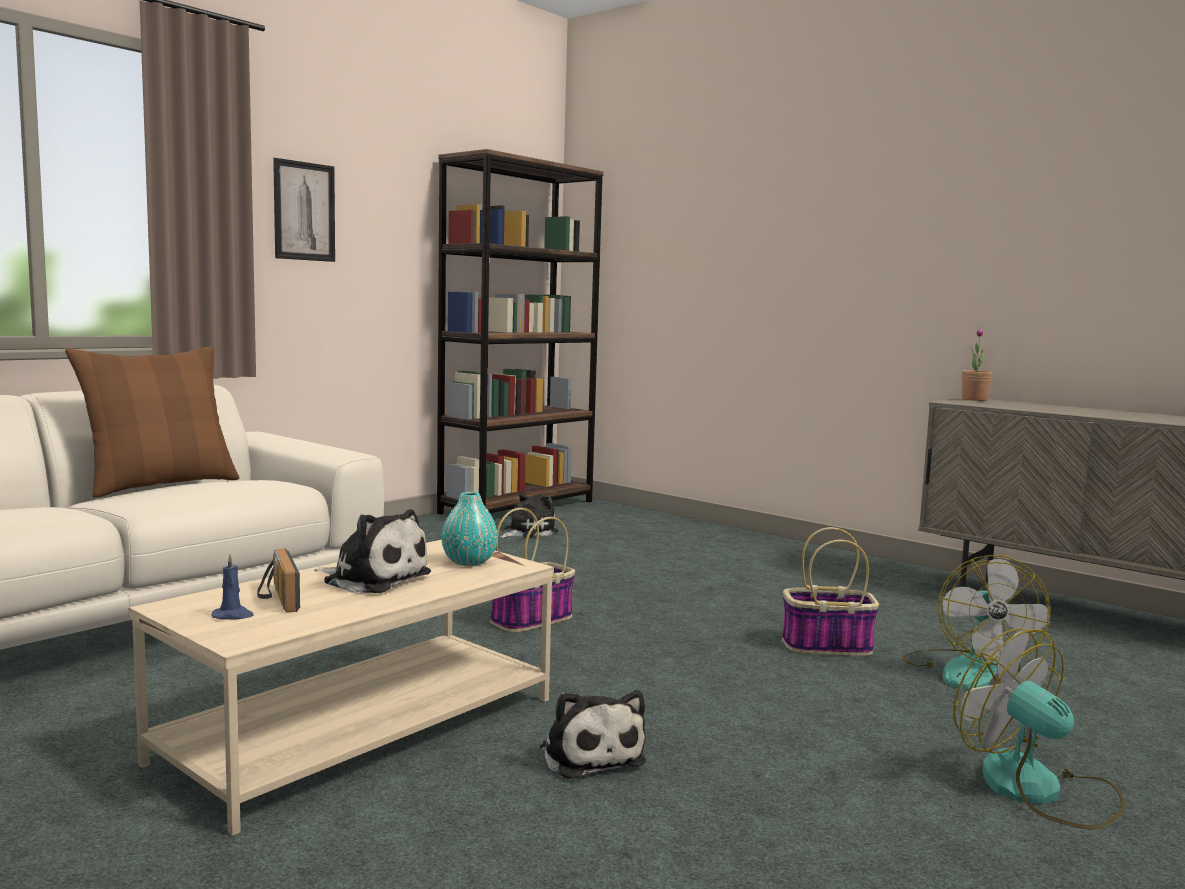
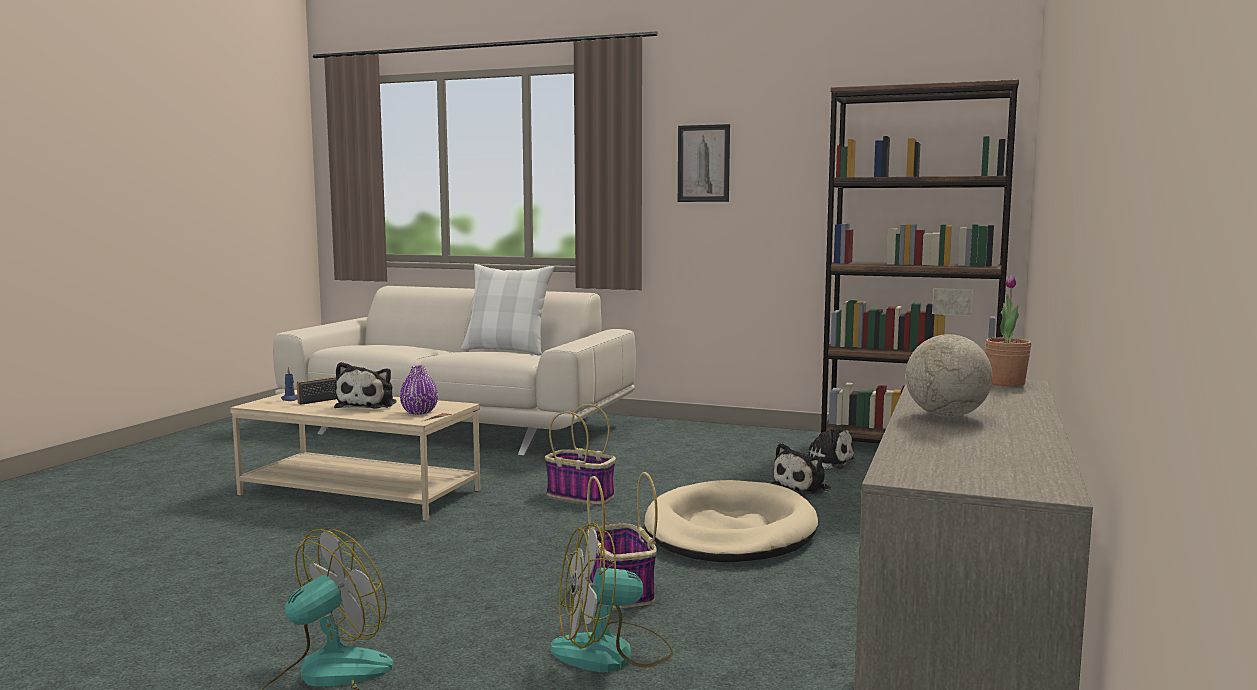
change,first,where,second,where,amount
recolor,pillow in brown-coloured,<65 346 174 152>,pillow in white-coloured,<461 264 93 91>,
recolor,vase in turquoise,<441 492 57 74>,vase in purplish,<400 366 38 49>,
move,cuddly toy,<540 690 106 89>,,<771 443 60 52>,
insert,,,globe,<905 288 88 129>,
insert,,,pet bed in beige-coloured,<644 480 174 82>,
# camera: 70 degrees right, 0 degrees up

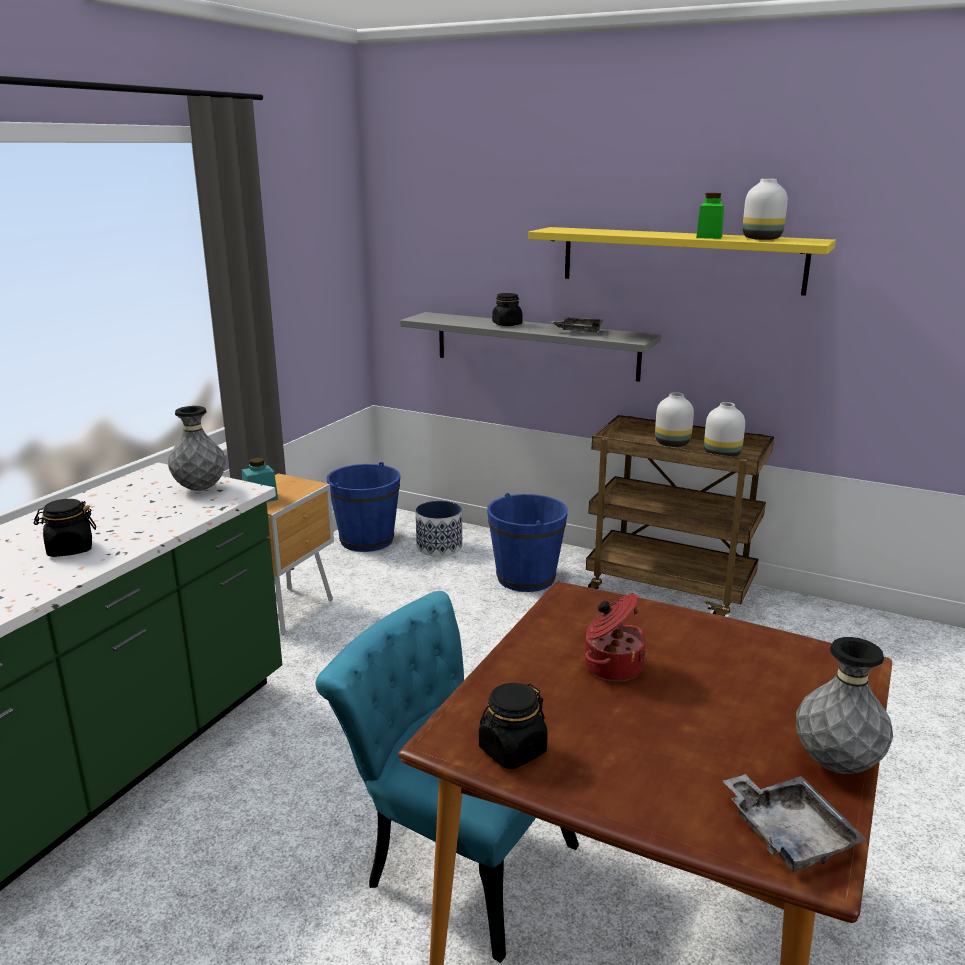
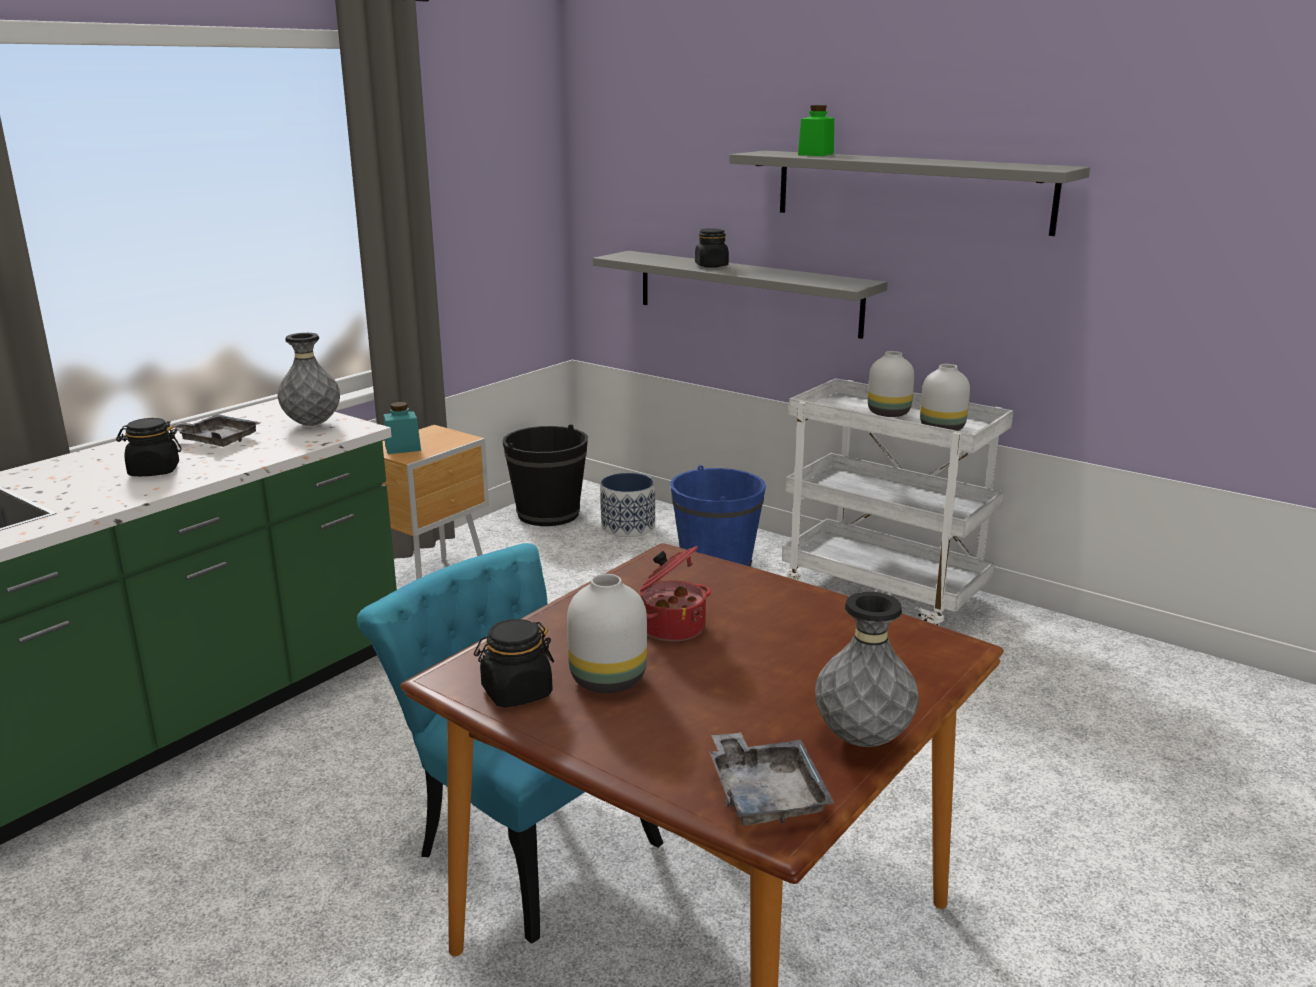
change,first,where,second,where,amount
move,vase in white-coloured,<743 179 45 61>,,<567 574 80 119>,
move,storage jar in green-coloured,<696 193 28 46>,,<798 105 36 51>,
recolor,wall shelf in yellow,<528 227 308 69>,wall shelf in gray,<729 151 361 85>,
move,serving tray in gray,<550 317 54 16>,,<172 414 88 33>,
recolor,cart in brown-coloured,<586 415 188 201>,cart in white-coloured,<782 378 231 247>,
recolor,pail in bluish,<326 462 75 90>,pail in black,<503 424 85 102>,
# camera: 10 degrees right, 0 degrees up

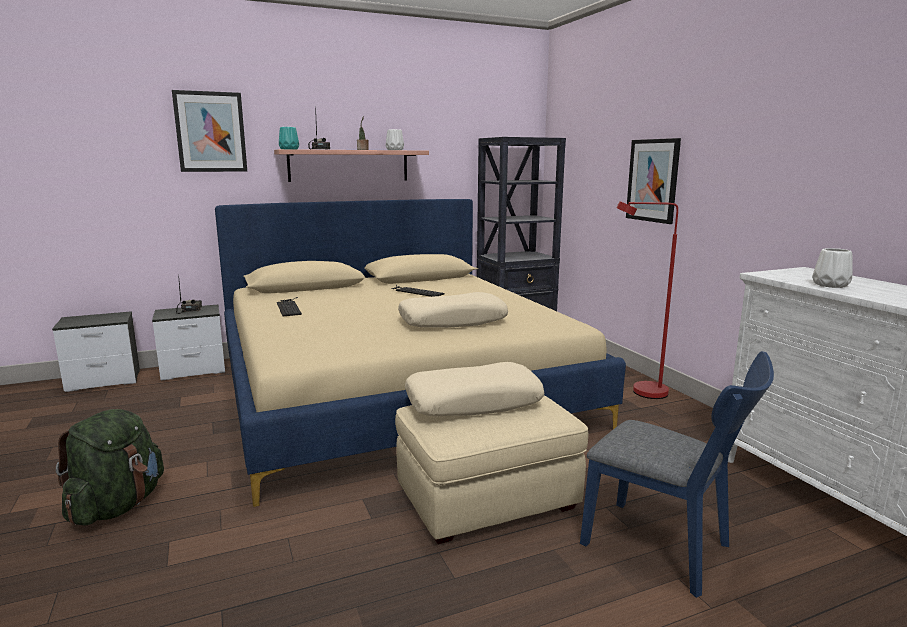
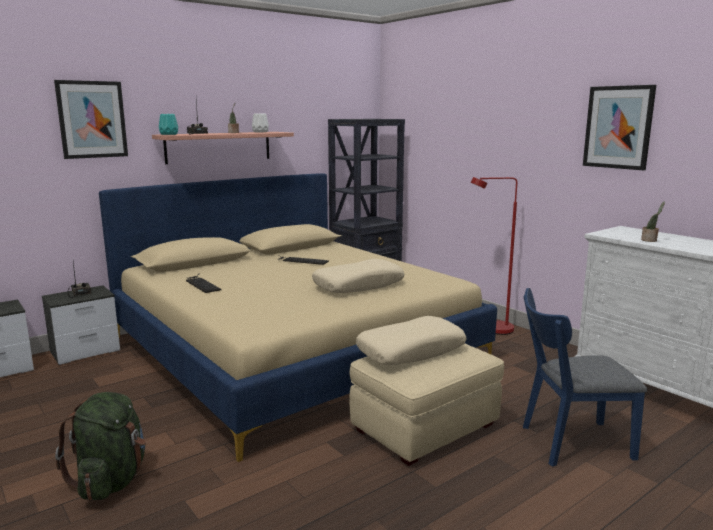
change,first,where,second,where,amount
move,picture,<626 138 55 86>,,<583 85 73 85>,
replace,vase in white-coloured,<812 248 41 40>,houseplant,<641 202 24 40>,
rotate,chair in bluish,<580 351 194 247>,,<523 288 124 179>,150 degrees clockwise
# camera: 15 degrees left, 0 degrees up

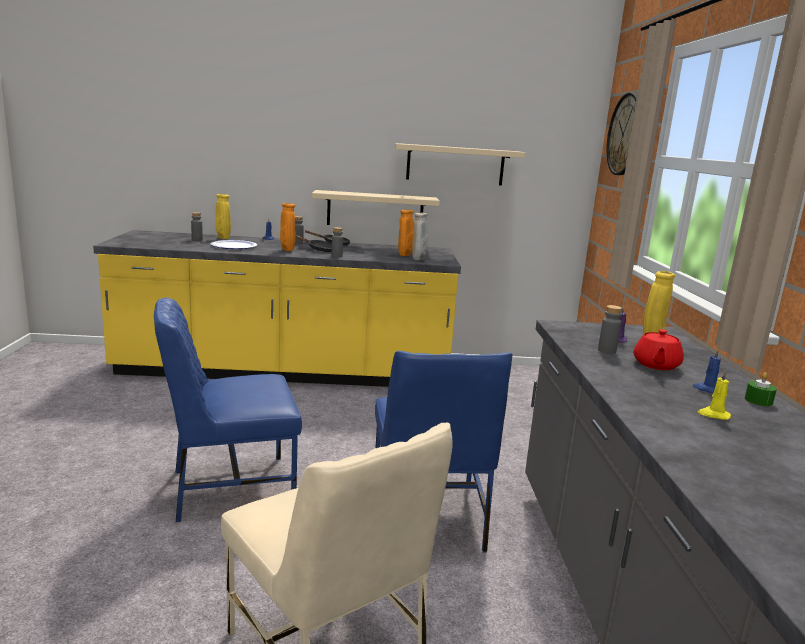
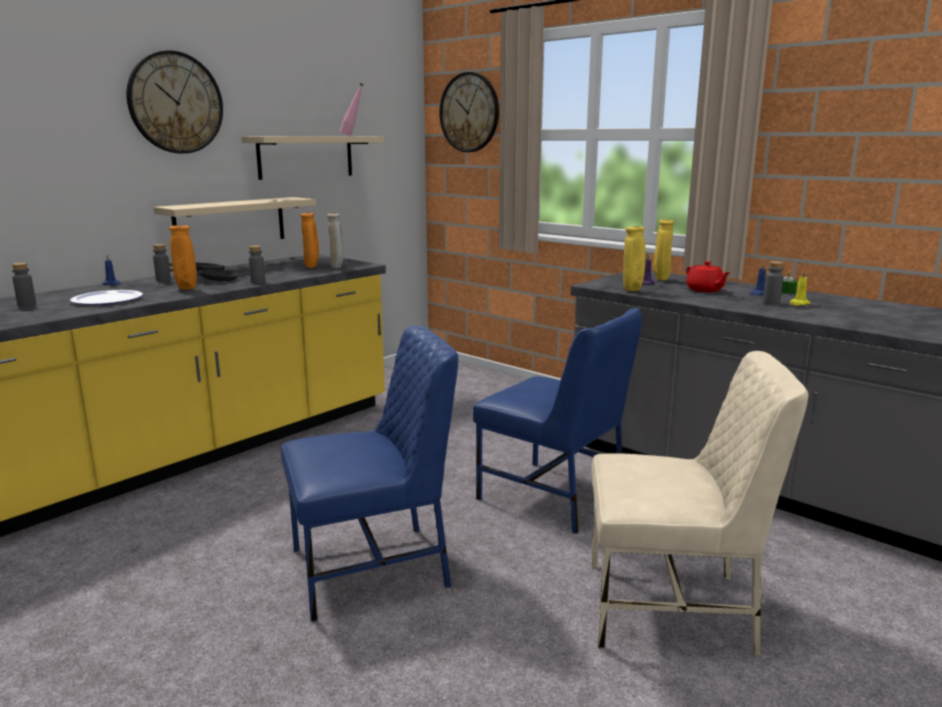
change,first,where,second,where,amount
move,vase in yellow,<216 194 15 45>,,<623 226 23 65>,
rotate,chair in bluish,<154 298 148 224>,,<281 325 177 297>,135 degrees counterclockwise
move,bottle in gray,<598 305 24 49>,,<763 261 21 44>,
insert,,,wall clock,<127 50 96 104>,
insert,,,bottle in pink,<340 83 24 53>,
# camera: 45 degrees left, 0 degrees up

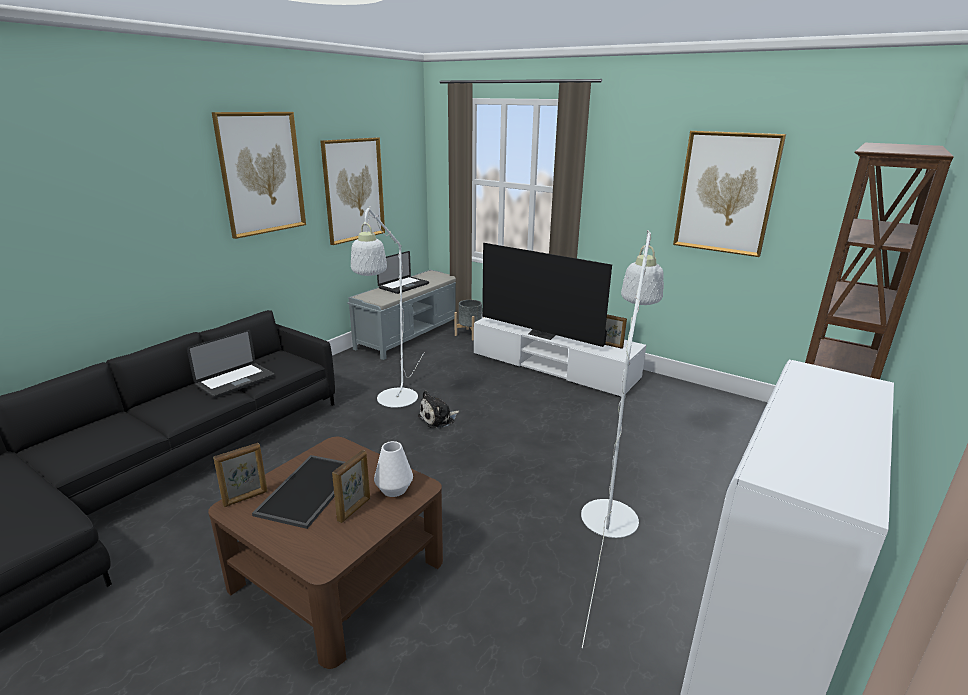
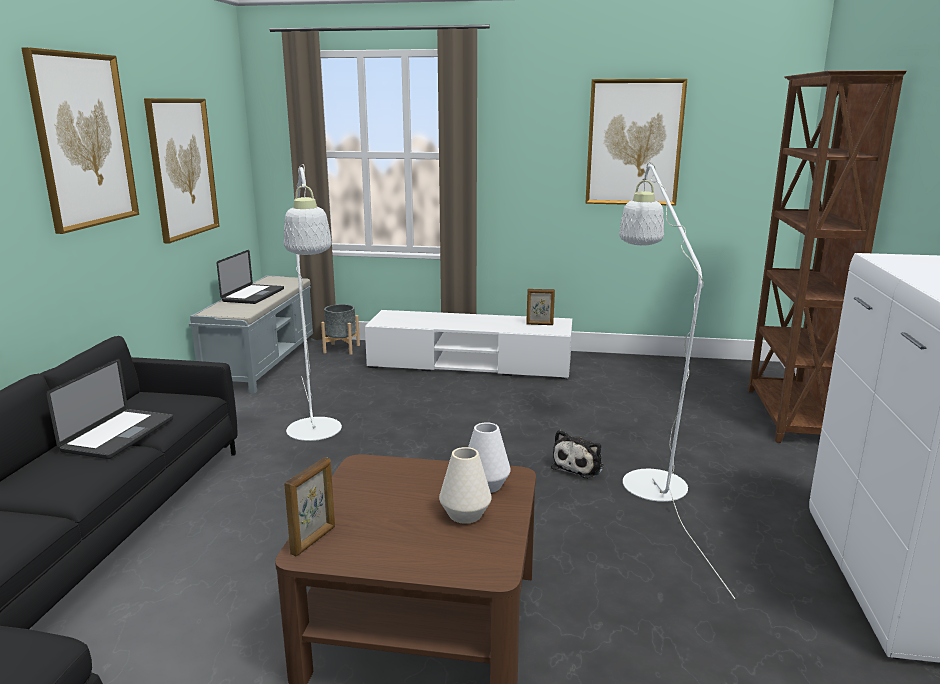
change,first,where,second,where,amount
delete,TV,<482 243 130 104>,,,
move,cuddly toy,<418 390 42 39>,,<551 430 53 48>,
replace,standing frame,<332 450 38 73>,vase in white-coloured,<439 447 53 77>,
delete,serving tray,<252 455 93 74>,,,
# camera: 25 degrees left, 5 degrees down

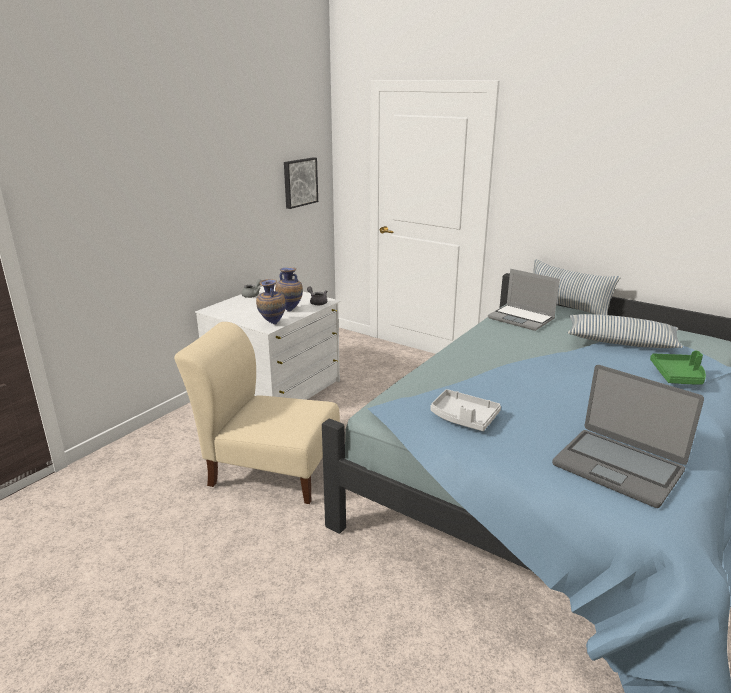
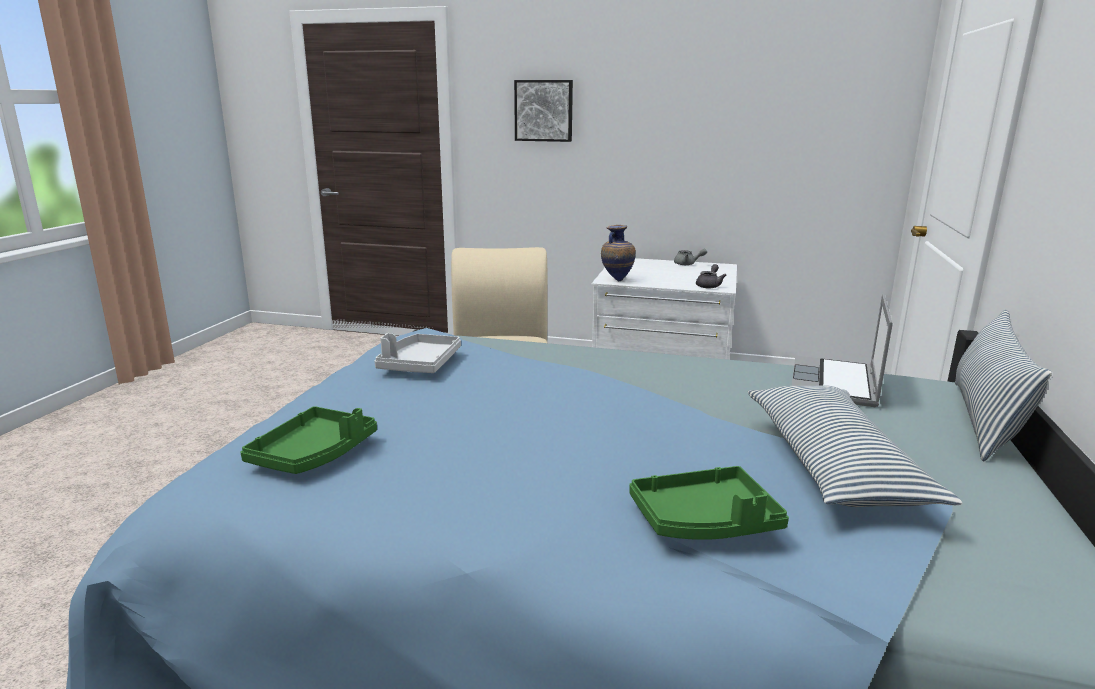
change,first,where,second,where,amount
move,picture,<284 157 34 52>,,<514 80 59 62>,
delete,vase,<275 267 28 45>,,,
replace,laptop,<552 365 152 143>,serving tray in green-coloured,<240 406 137 68>,
# camera: 70 degrees right, 5 degrees down

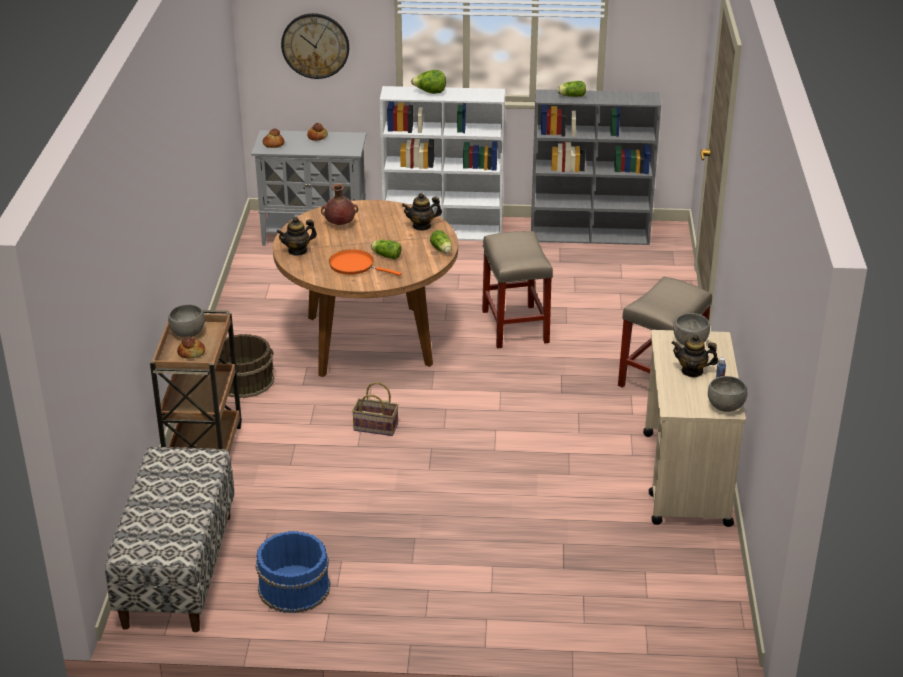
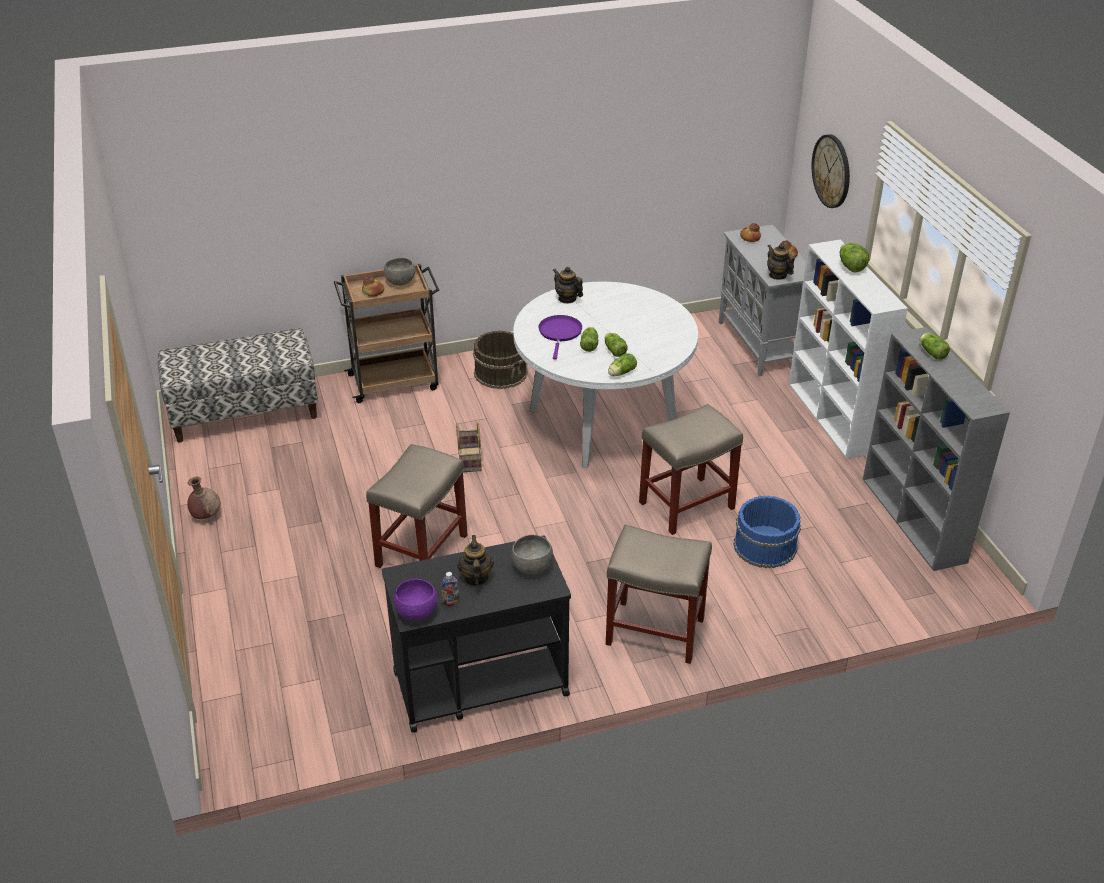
change,first,where,second,where,amount
move,vase in brown-coloured,<321 183 37 42>,,<187 477 34 42>,
move,teapot,<402 193 40 38>,,<767 244 28 36>,
recolor,kitchen table in brown-coloured,<273 200 185 177>,kitchen table in white-coloured,<513 282 185 186>,
recolor,frying pan in orange-coloured,<329 249 73 27>,frying pan in purplish,<539 315 43 44>,
recolor,cart in beige-coloured,<643 330 103 197>,cart in black,<382 536 189 197>,
recolor,serving bowl in gray,<708 376 39 36>,serving bowl in purplish,<394 579 43 41>,
move,pail in bluish,<256 531 74 82>,,<734 496 67 72>,
insert,,,lettuce head,<604 333 23 24>,
insert,,,stool in beige-coloured,<366 444 102 124>,
# camera: 70 degrees right, 5 degrees up

